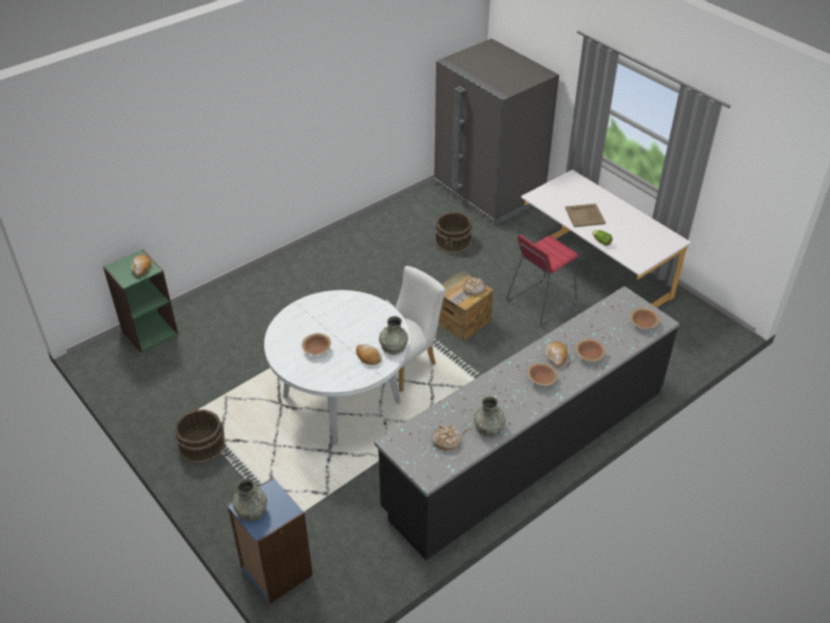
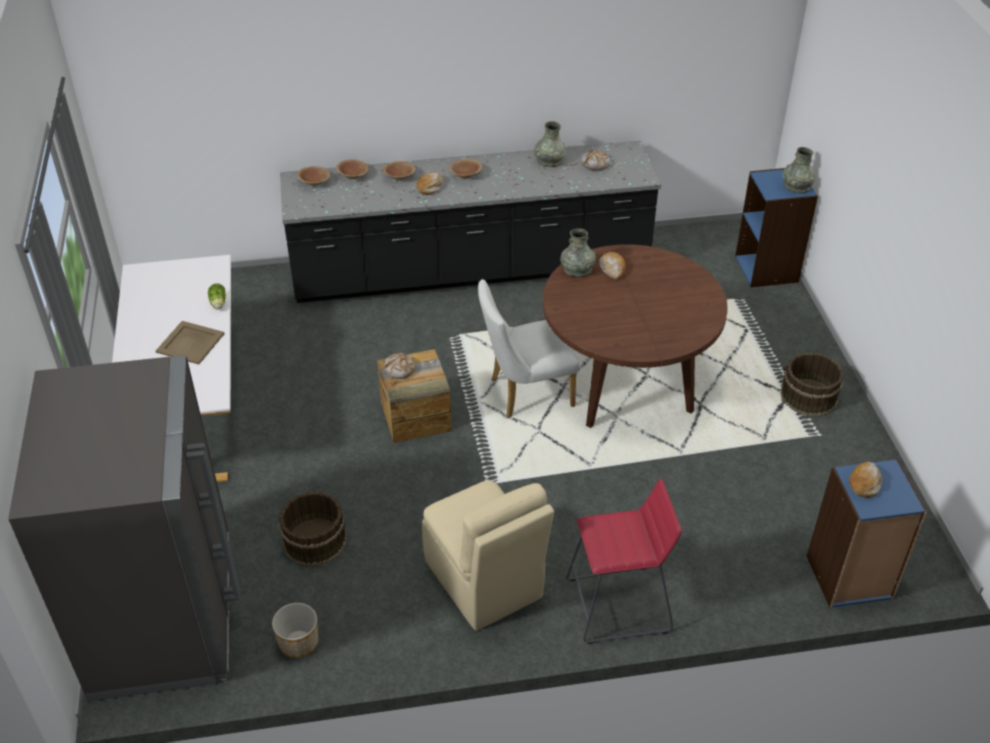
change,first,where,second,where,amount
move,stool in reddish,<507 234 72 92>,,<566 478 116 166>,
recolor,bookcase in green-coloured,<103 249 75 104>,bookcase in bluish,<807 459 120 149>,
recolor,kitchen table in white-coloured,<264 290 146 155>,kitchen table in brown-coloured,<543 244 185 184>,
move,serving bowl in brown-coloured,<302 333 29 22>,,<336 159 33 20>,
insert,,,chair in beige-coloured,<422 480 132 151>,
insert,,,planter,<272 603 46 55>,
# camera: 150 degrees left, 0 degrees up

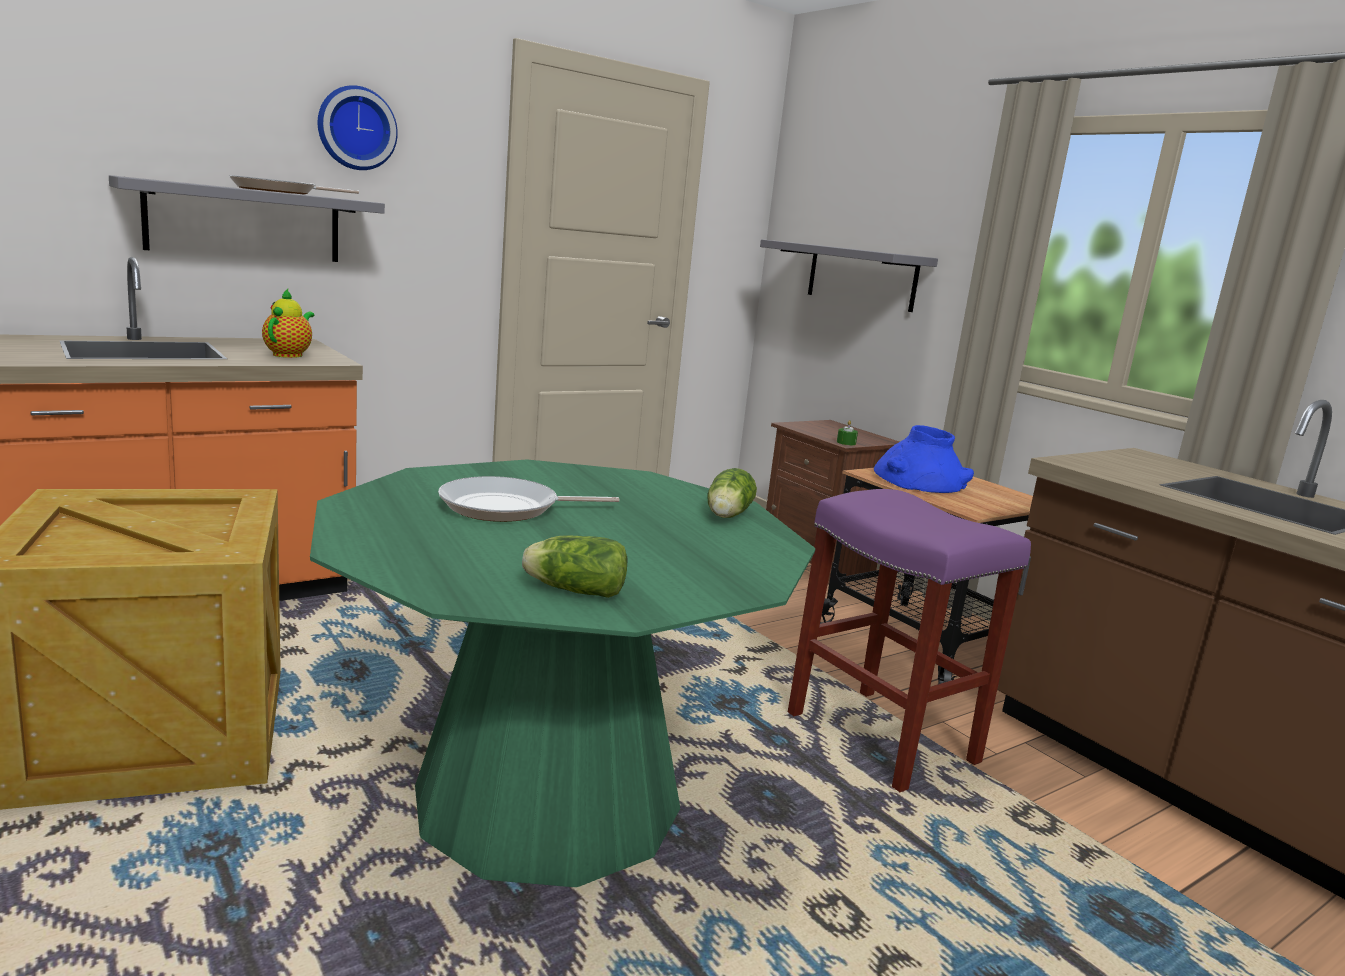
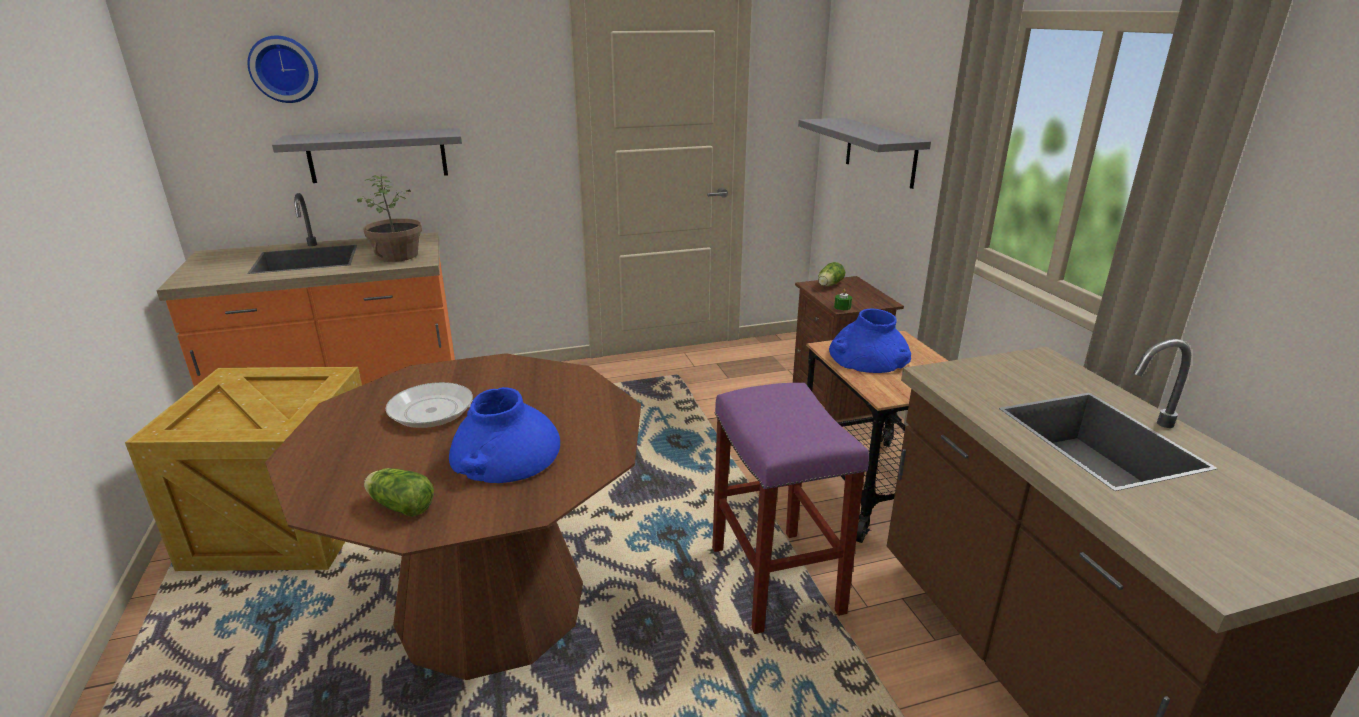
change,first,where,second,where,amount
move,wall clock,<318 85 80 85>,,<248 36 70 67>,
delete,frying pan,<229 175 130 19>,,,
replace,teapot,<262 289 52 69>,houseplant,<357 175 65 87>,
recolor,kitchen table in green-coloured,<310 459 506 428>,kitchen table in brown-coloured,<265 353 376 327>,
move,lettuce head,<707 468 50 50>,,<818 262 27 24>,
insert,,,vase in bluish,<449 387 111 96>,
# camera: 20 degrees right, 10 degrees up

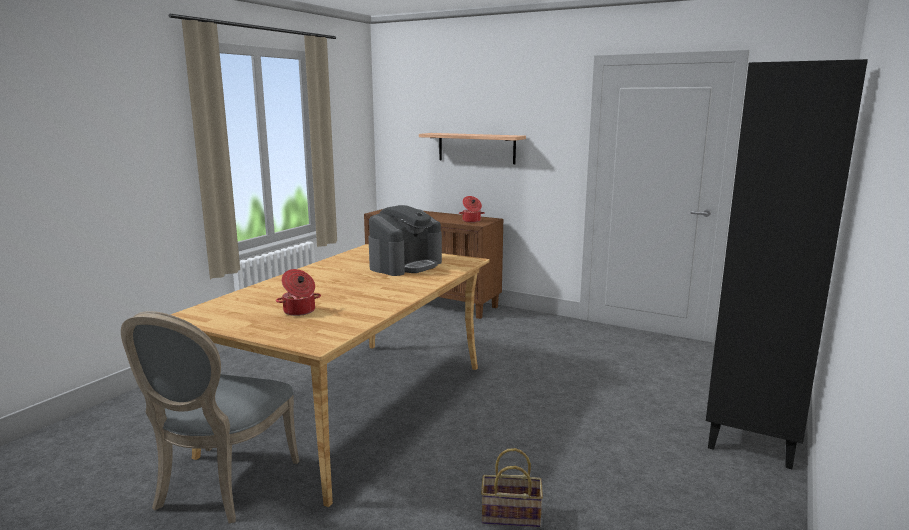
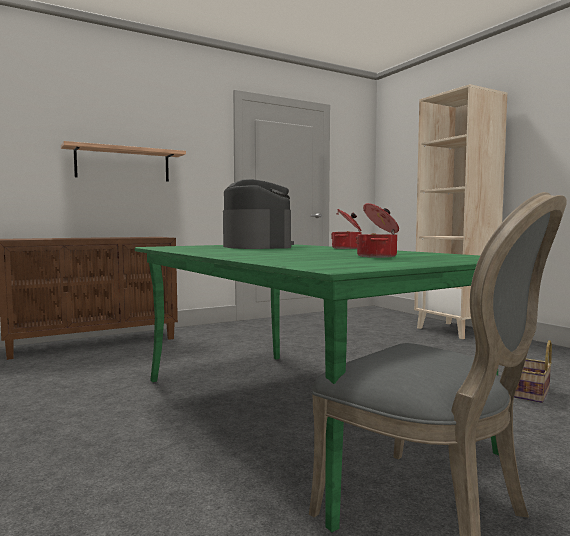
change,first,where,second,where,amount
recolor,bookcase in black,<706 59 162 410>,bookcase in beige-coloured,<414 84 93 255>,
move,stockpot,<459 196 26 27>,,<331 209 31 40>,
recolor,kitchen table in beige-coloured,<171 244 319 263>,kitchen table in green-coloured,<135 244 364 288>,
# camera: 60 degrees left, 10 degrees down

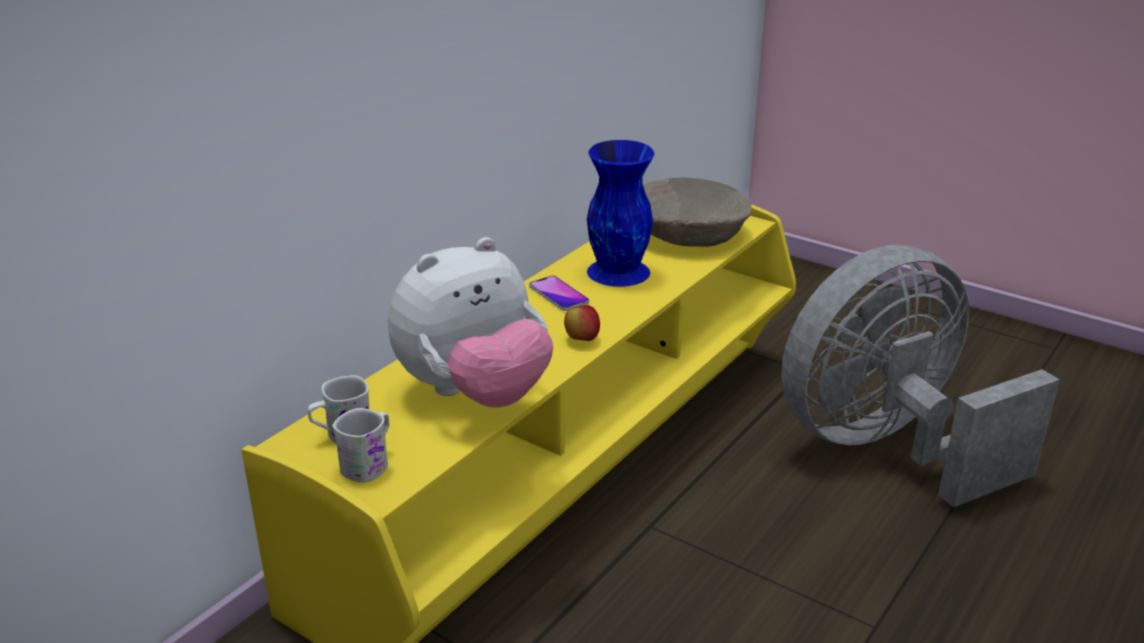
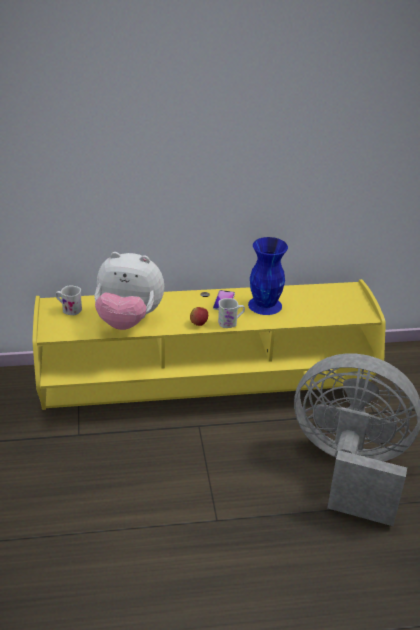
change,first,where,second,where,amount
delete,serving bowl in beige-coloured,<643 178 109 69>,,,
move,coffee mug in white-coloured,<333 408 56 75>,,<218 298 27 30>,
# camera: 45 degrees right, 5 degrees up

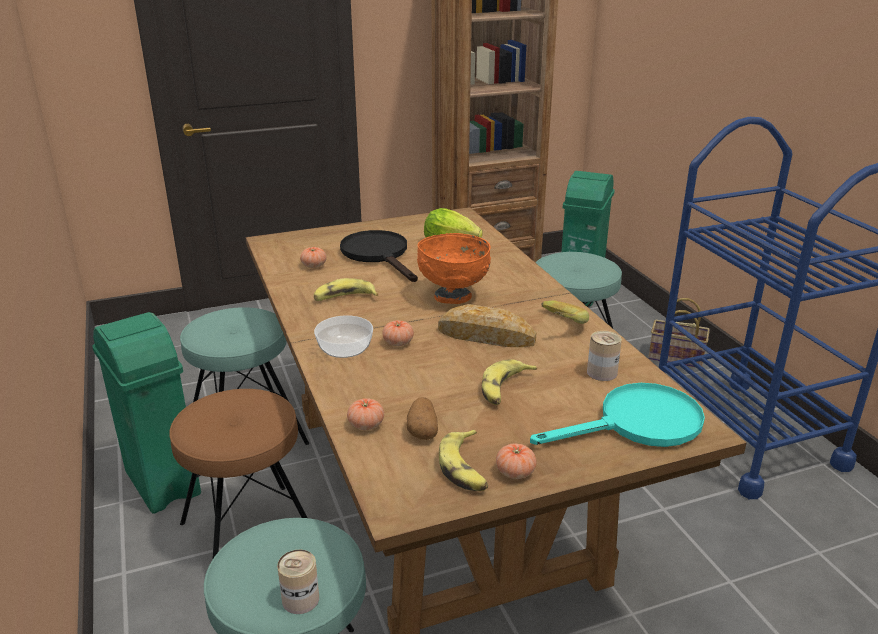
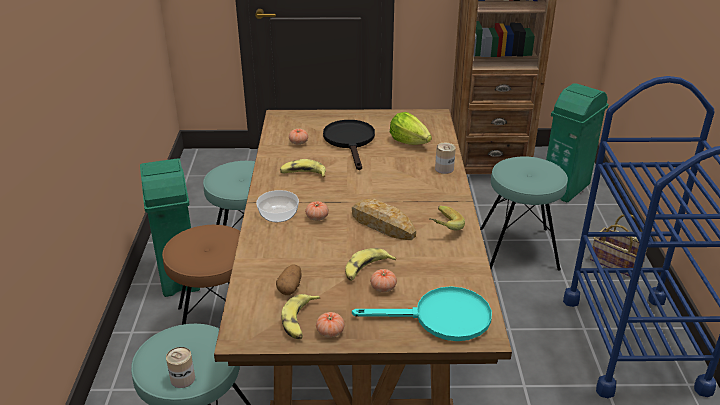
change,first,where,second,where,amount
delete,serving bowl in orange-coloured,<417 233 74 71>,,,
move,sealed can,<587 331 35 50>,,<435 143 21 31>,
move,fresh tomato,<347 398 37 32>,,<370 269 27 23>,
# camera: 20 degrees right, 5 degrees up

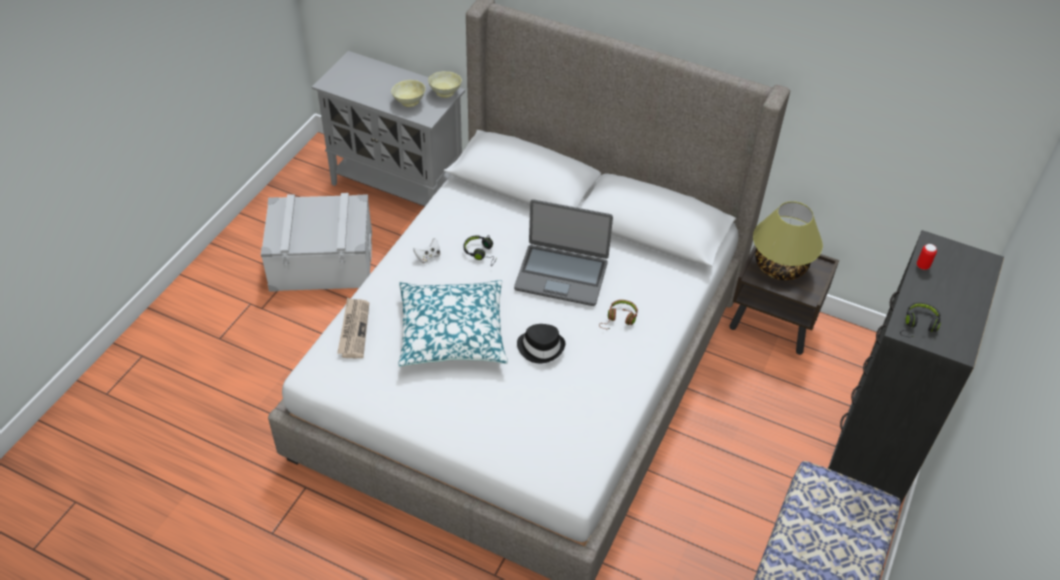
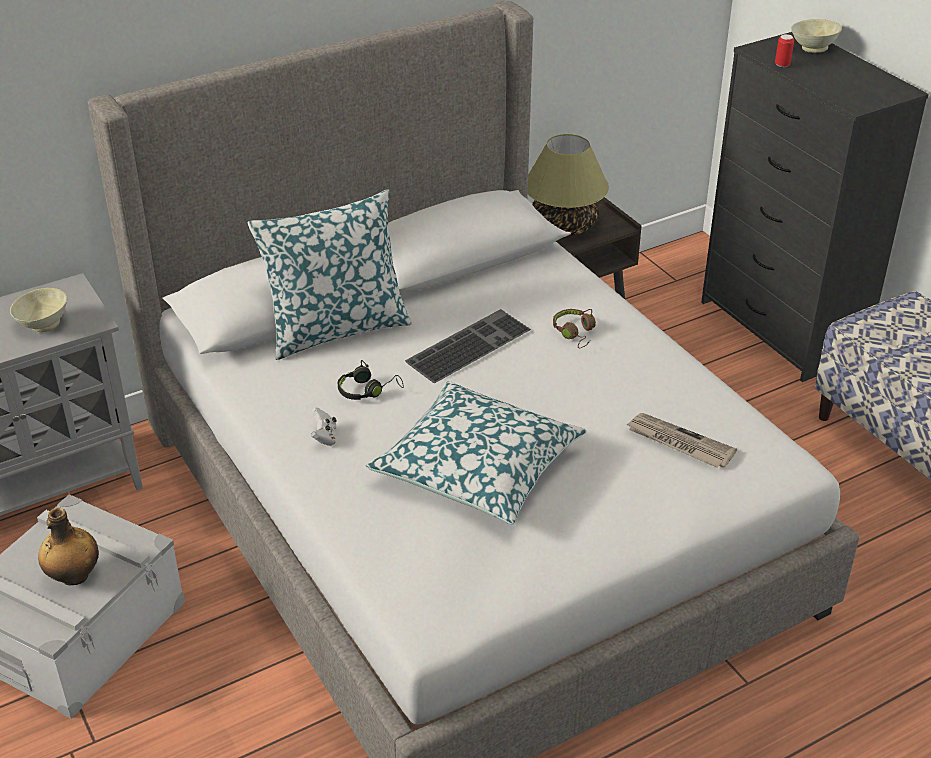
change,first,where,second,where,amount
move,serving bowl in beige-coloured,<428 71 34 27>,,<791 19 51 34>,
replace,laptop,<514 199 99 107>,PC keyboard,<405 309 126 74>,
move,daily paper,<337 297 32 61>,,<626 413 111 55>,
delete,pair of headphones in black,<900 302 41 36>,,,
delete,clothing hat in black,<517 324 48 39>,,,
insert,,,pillow,<248 190 164 170>,
insert,,,bottle,<38 507 61 78>,
# camera: 55 degrees left, 10 degrees down

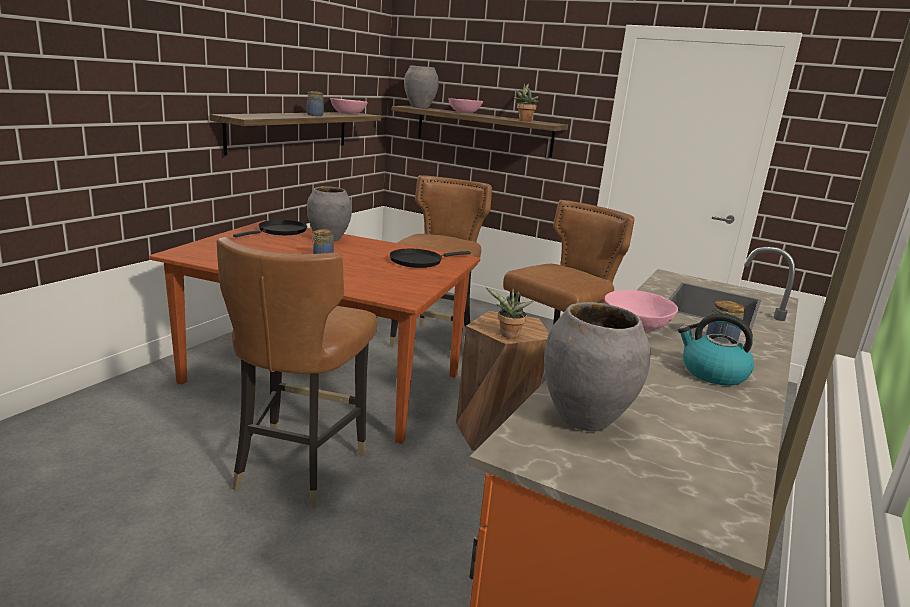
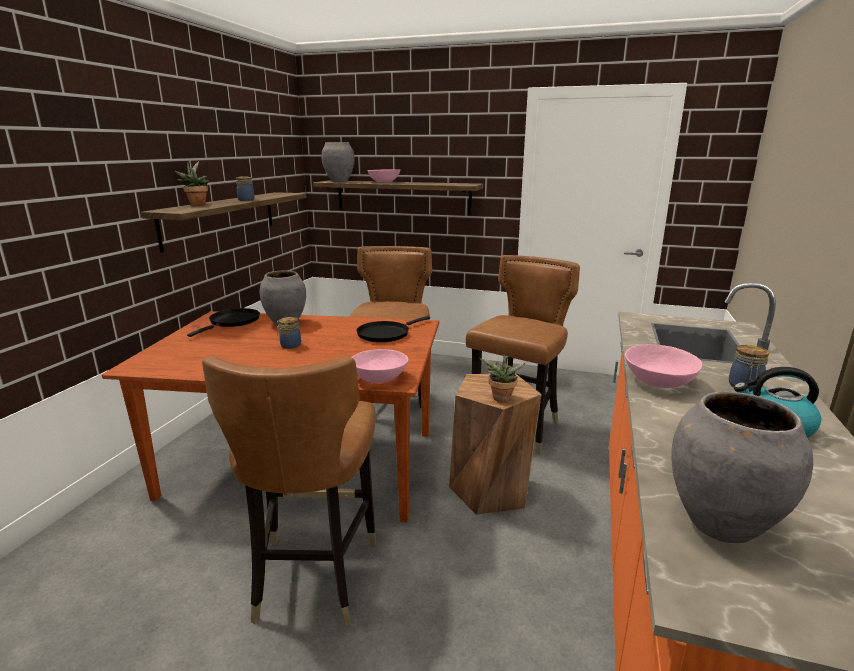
change,first,where,second,where,amount
move,houseplant,<514 83 24 38>,,<174 161 35 45>,
move,serving bowl in pink,<330 98 38 16>,,<352 349 57 34>,
# camera: 10 degrees left, 0 degrees up

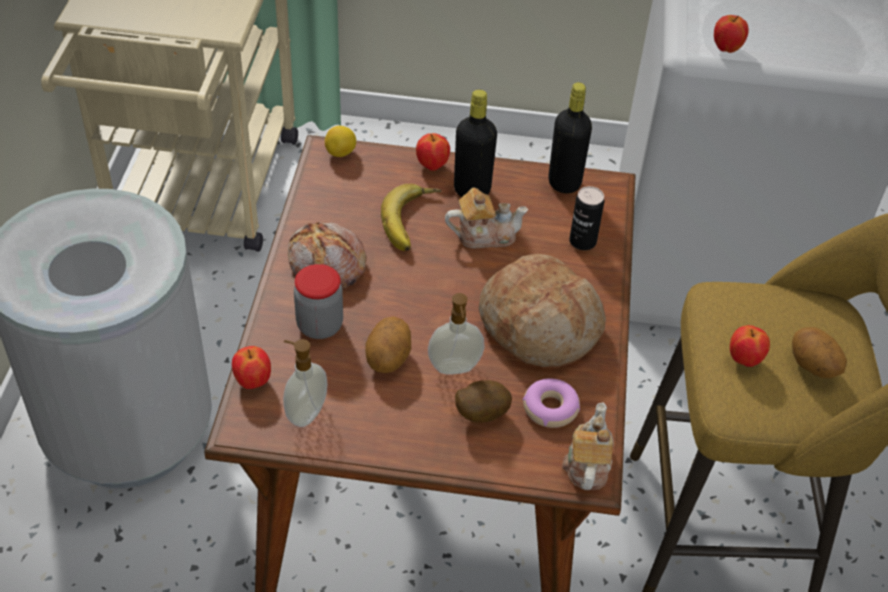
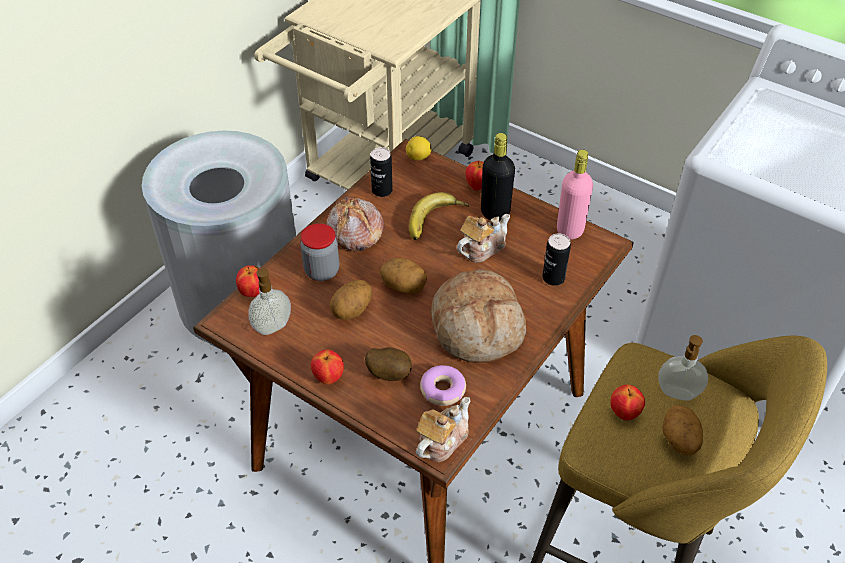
change,first,where,second,where,amount
move,whole apple,<714 15 35 38>,,<311 350 33 35>,
recolor,bottle in black,<549 82 43 112>,bottle in pink,<557 150 36 90>,
rotate,teapot,<445 188 83 61>,,<457 214 53 49>,60 degrees counterclockwise
move,soap bottle,<428 293 57 81>,,<658 335 50 66>,
insert,,,sealed can,<370 147 23 50>,
insert,,,spud,<379 258 48 36>,
# camera: 30 degrees right, 0 degrees up

